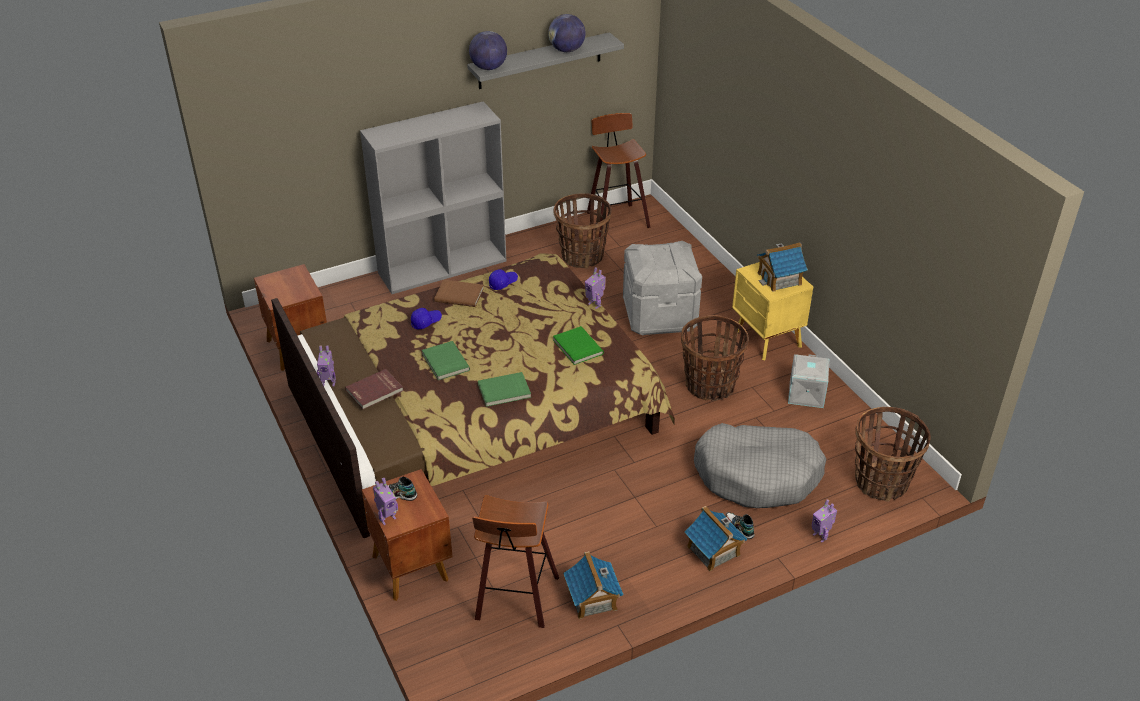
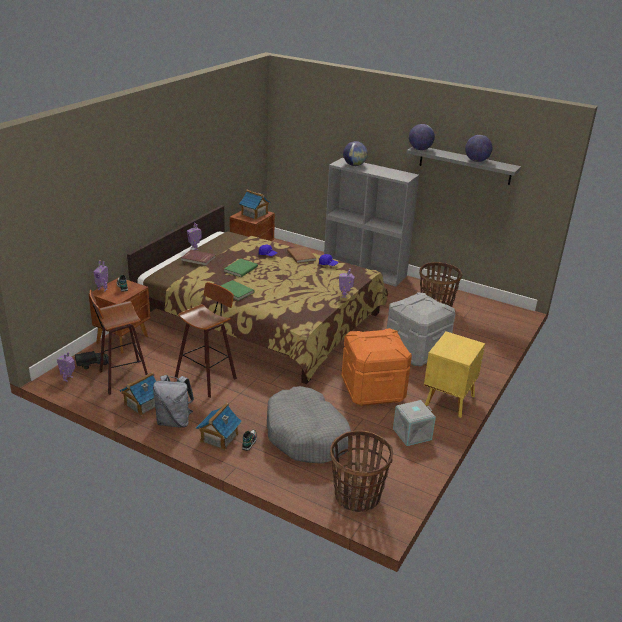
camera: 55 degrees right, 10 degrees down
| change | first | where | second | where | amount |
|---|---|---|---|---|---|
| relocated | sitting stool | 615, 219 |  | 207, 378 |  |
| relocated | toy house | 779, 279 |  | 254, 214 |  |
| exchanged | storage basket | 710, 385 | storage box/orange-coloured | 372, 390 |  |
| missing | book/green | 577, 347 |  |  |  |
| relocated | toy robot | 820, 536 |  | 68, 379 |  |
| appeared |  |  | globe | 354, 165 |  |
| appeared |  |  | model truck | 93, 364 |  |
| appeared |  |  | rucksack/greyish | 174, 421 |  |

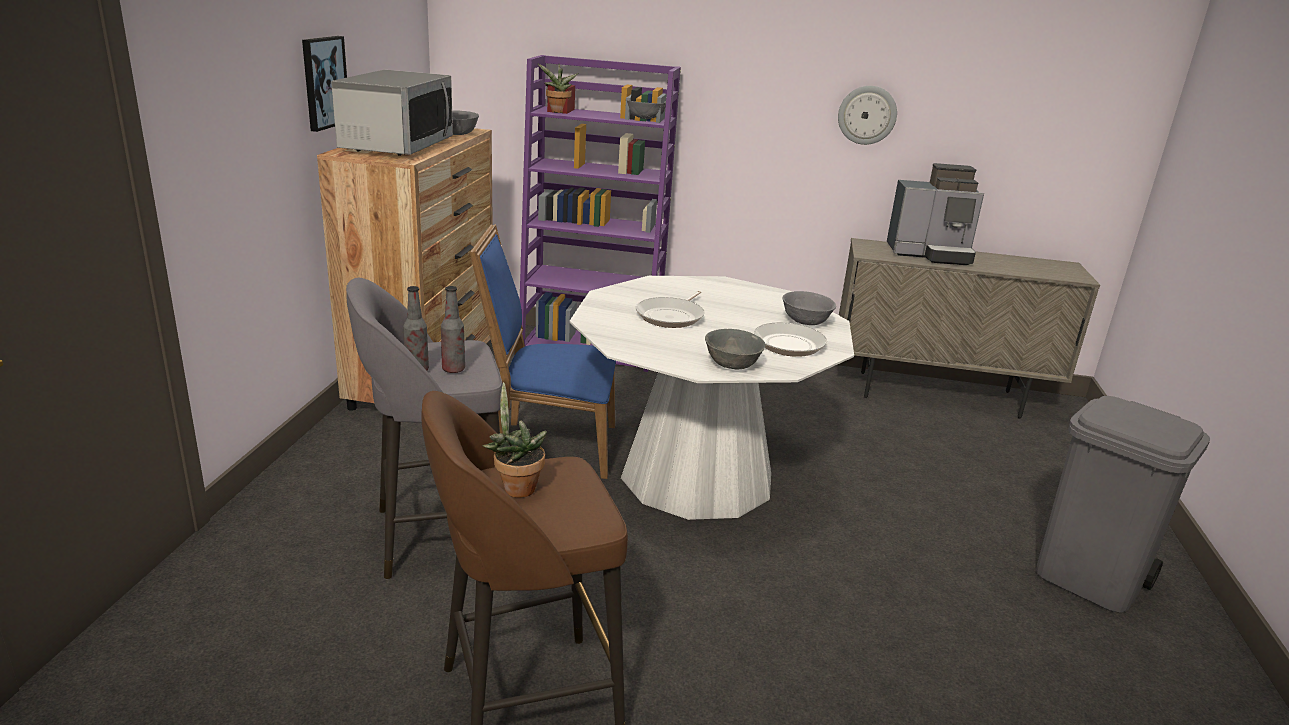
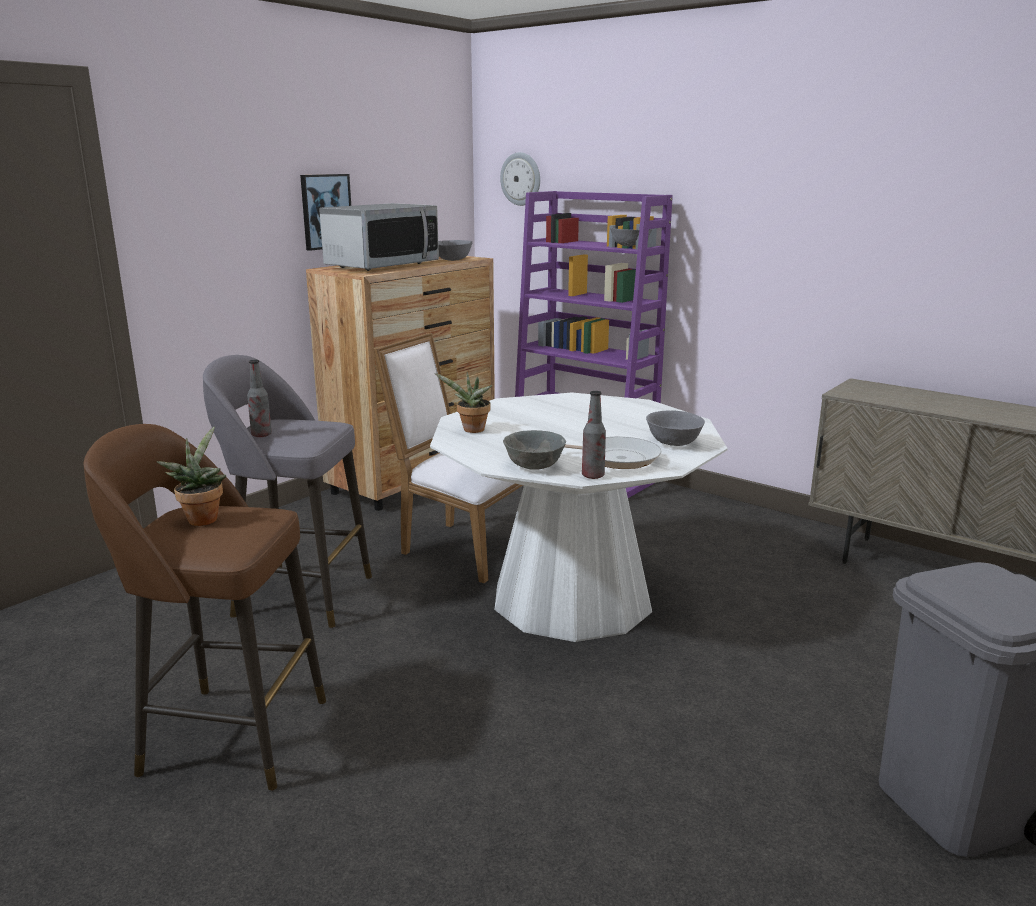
camera: 30 degrees right, 5 degrees down
| change | first | where | second | where | amount |
|---|---|---|---|---|---|
| relocated | houseplant | 557, 112 |  | 471, 430 |  |
| relocated | clock on the wall | 867, 115 |  | 521, 179 |  |
| missing | coffee maker | 930, 254 |  |  |  |
| colour | chair/blue | 549, 445 | chair/whitish | 461, 547 |  |
| relocated | beverage bottle | 453, 369 |  | 593, 476 |  |
| missing | pan | 672, 316 |  |  |  |

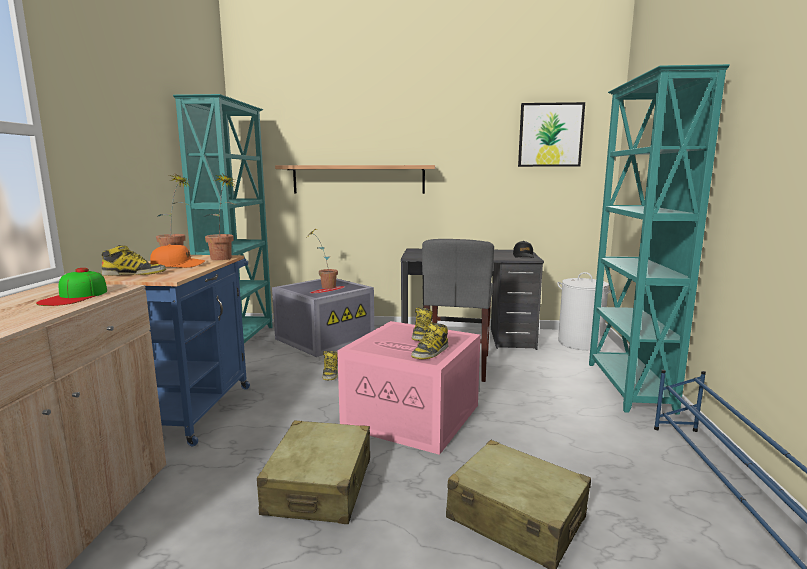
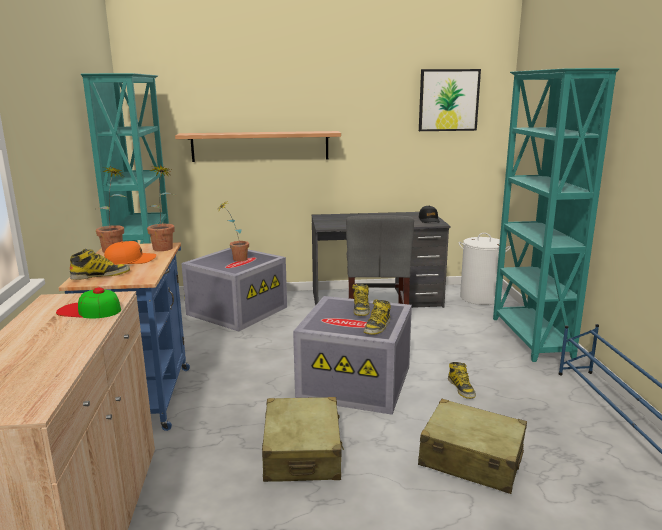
camera: 10 degrees left, 5 degrees up
| change | first | where | second | where | amount |
|---|---|---|---|---|---|
| spun | baseball cap | 75, 296 |  | 89, 310 | 105 degrees clockwise |
| colour | storage box/pinkish | 414, 415 | storage box/greyish | 357, 382 |  |
| relocated | boot | 330, 373 |  | 461, 388 |  |

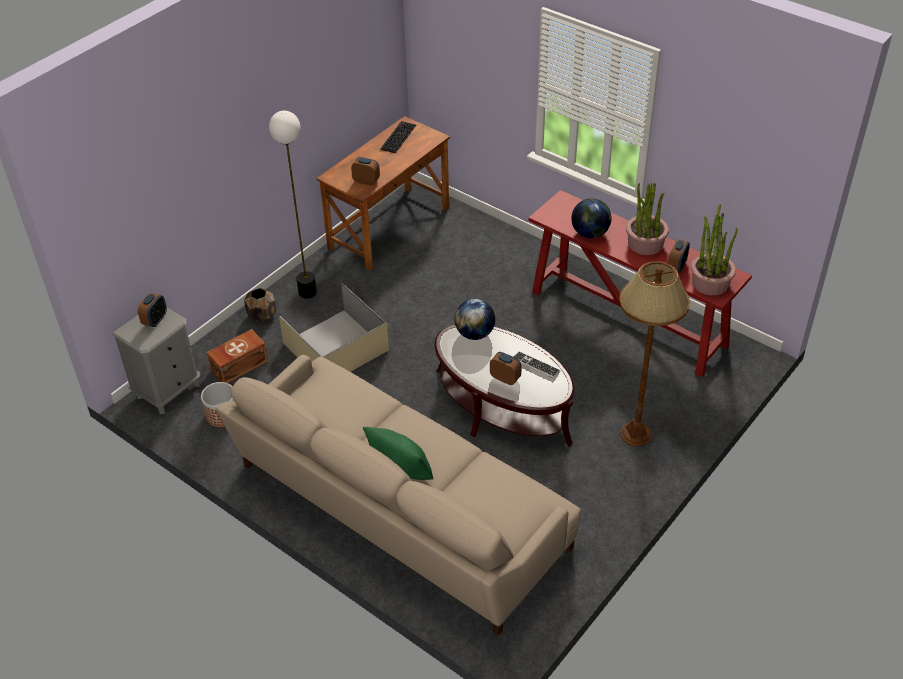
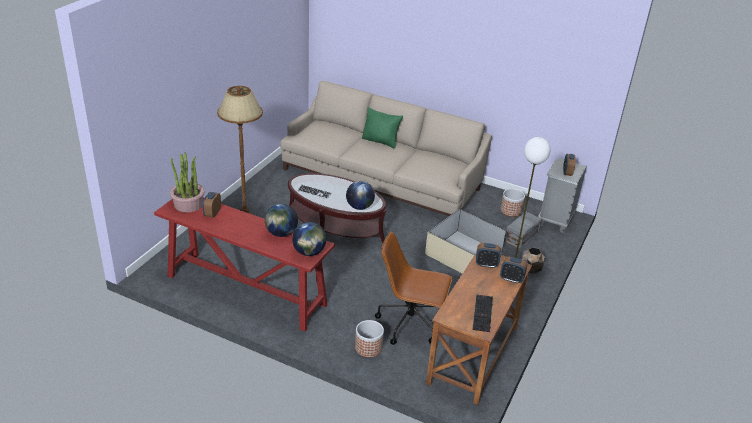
camera: 165 degrees right, 10 degrees down
| change | first | where | second | where | amount |
|---|---|---|---|---|---|
| missing | houseplant | 645, 244 |  |  |  |
| colour | storage box/brownish | 238, 365 | storage box/greyish | 522, 237 |  |
| relocated | bedside clock | 505, 378 |  | 511, 279 |  |
| appeared |  |  | globe | 309, 252 |  |
| appeared |  |  | computer chair/brownish | 410, 324 |  |
| appeared |  |  | planter | 368, 348 |  |

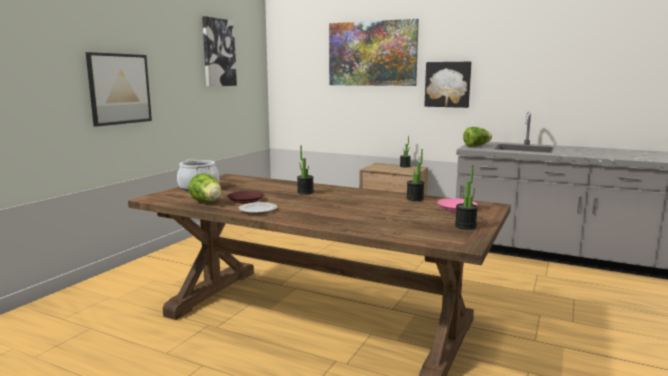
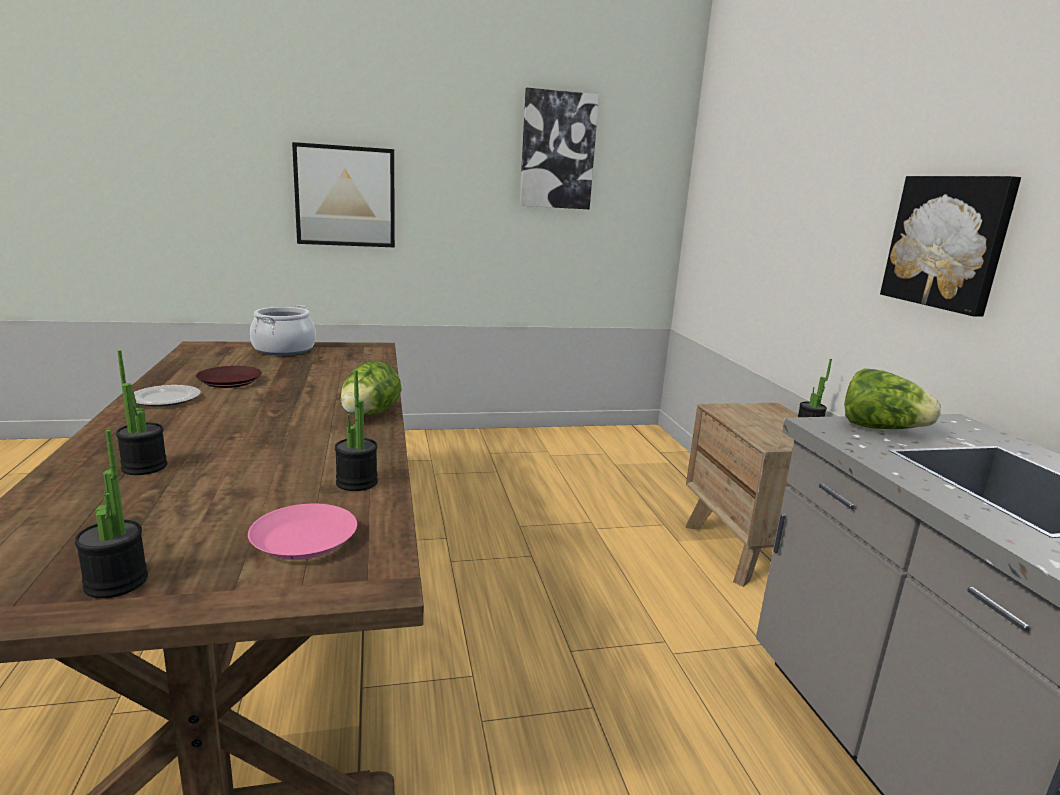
camera: 50 degrees right, 5 degrees up
| change | first | where | second | where | amount |
|---|---|---|---|---|---|
| missing | wall art | 372, 53 |  |  |  |
| relocated | houseplant | 305, 192 |  | 144, 467 |  |
| relocated | lettuce head | 207, 202 |  | 369, 415 |  |

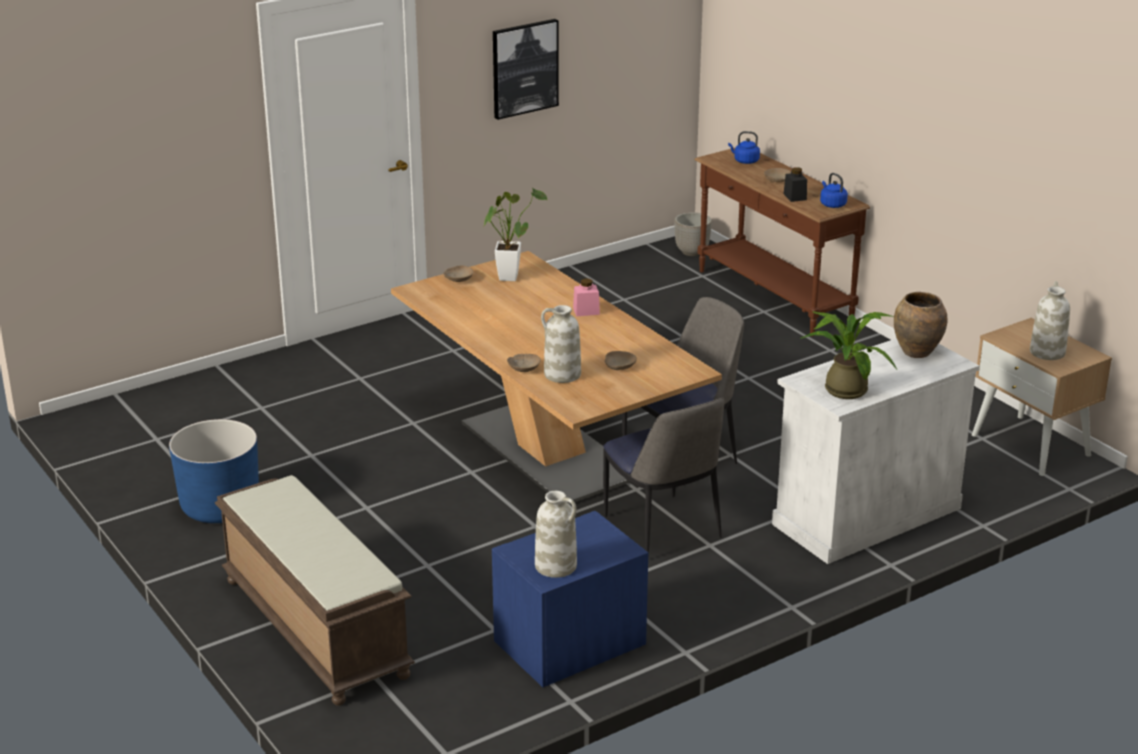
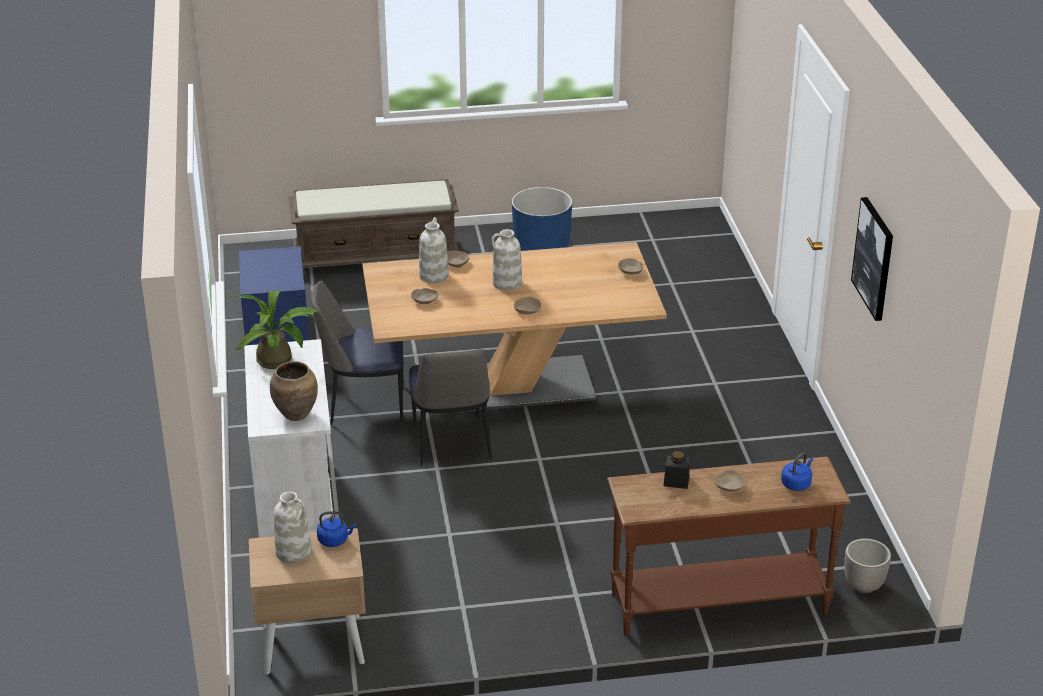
camera: 115 degrees right, 5 degrees up
| change | first | where | second | where | amount |
|---|---|---|---|---|---|
| relocated | tea kettle/blue | 832, 204 |  | 335, 540 |  |
| missing | houseplant | 509, 275 |  |  |  |
| exchanged | storage jar/pinkish | 586, 311 | bowl/beige-coloured | 527, 310 |  |
| relocated | vase/whitish | 556, 566 |  | 507, 283 |  |

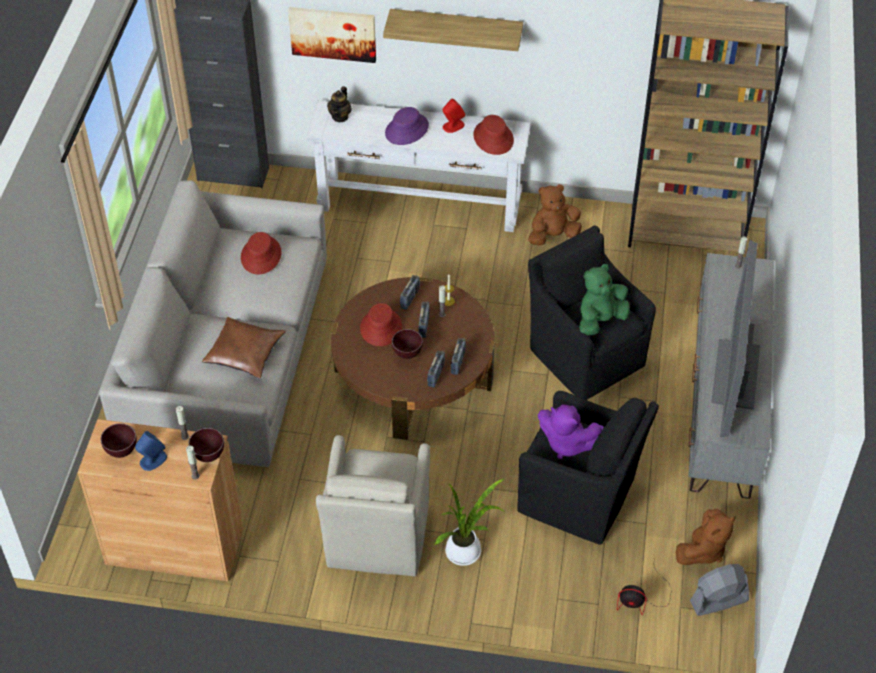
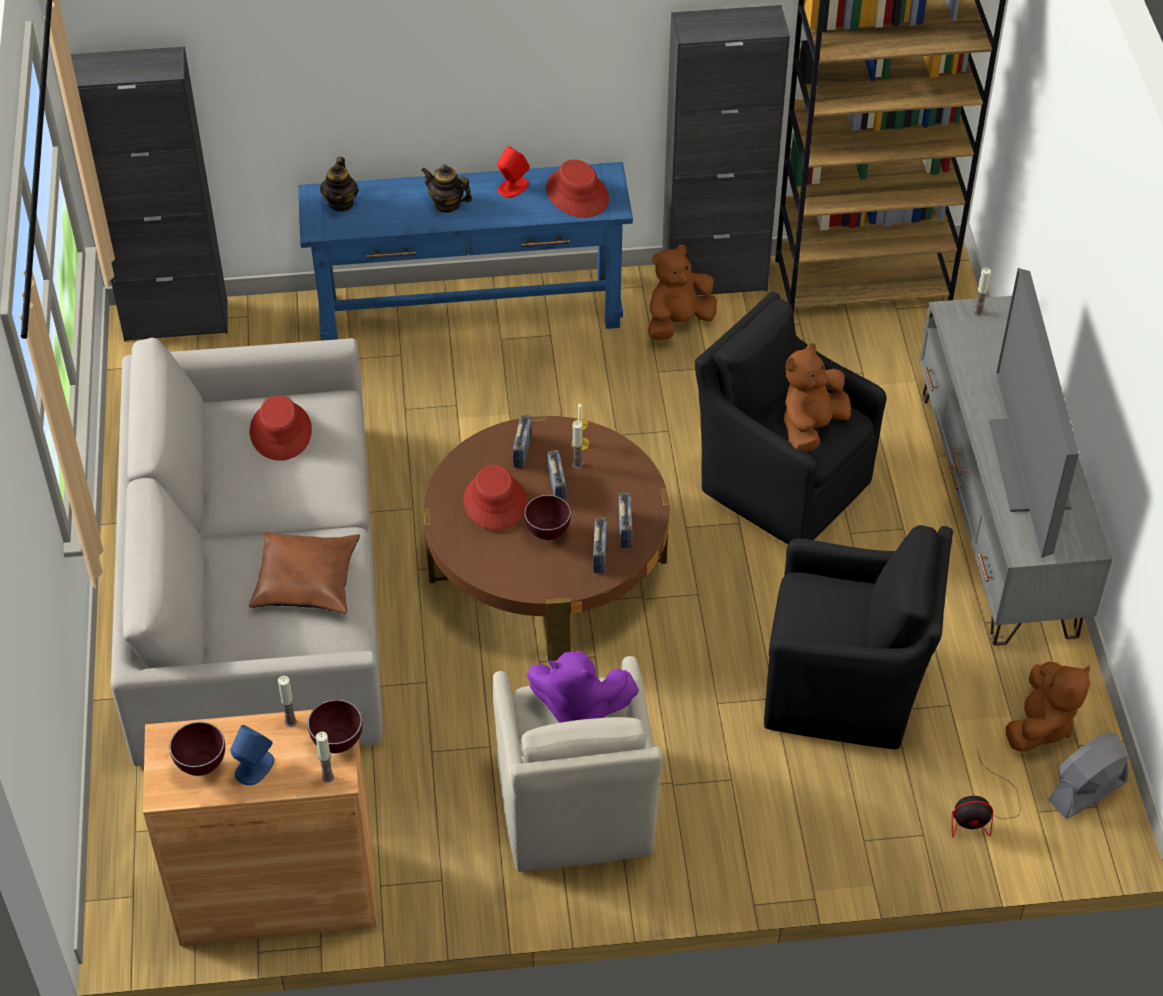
camera: 15 degrees left, 0 degrees up
| change | first | where | second | where | amount |
|---|---|---|---|---|---|
| missing | wall art | 333, 33 |  |  |  |
| missing | wall shelf | 456, 28 |  |  |  |
| colour | console table/whitish | 420, 203 | console table/blue | 470, 312 |  |
| exchanged | clothing hat/purple | 407, 130 | pot for tea | 447, 204 |  |
| colour | plush toy/green | 600, 320 | plush toy/brownish | 811, 427 |  |
| relocated | plush toy/purple | 567, 443 |  | 578, 708 |  |
| missing | houseplant | 466, 551 |  |  |  |
| appeared |  |  | cupboard/black-coloured | 714, 279 |  |

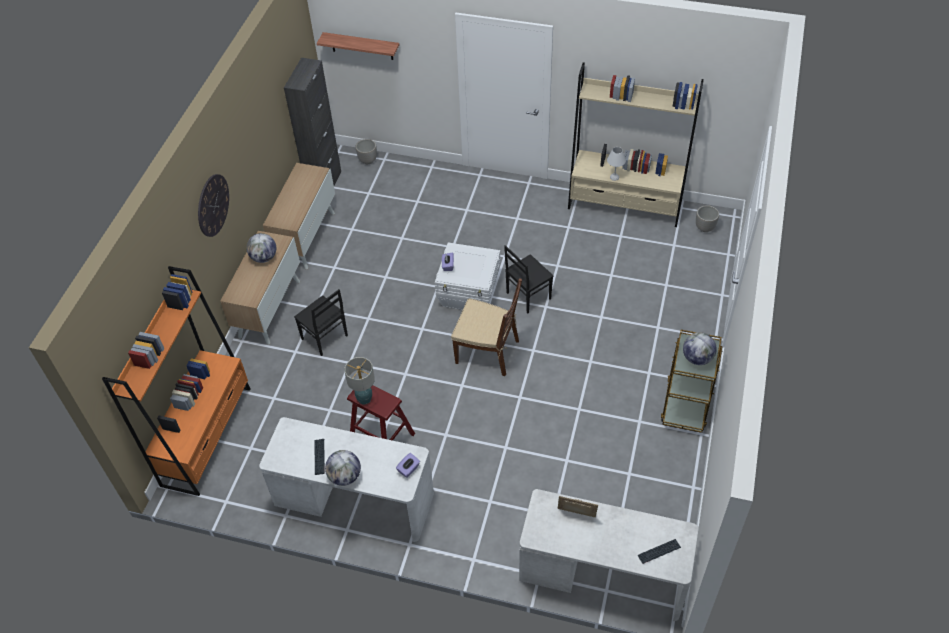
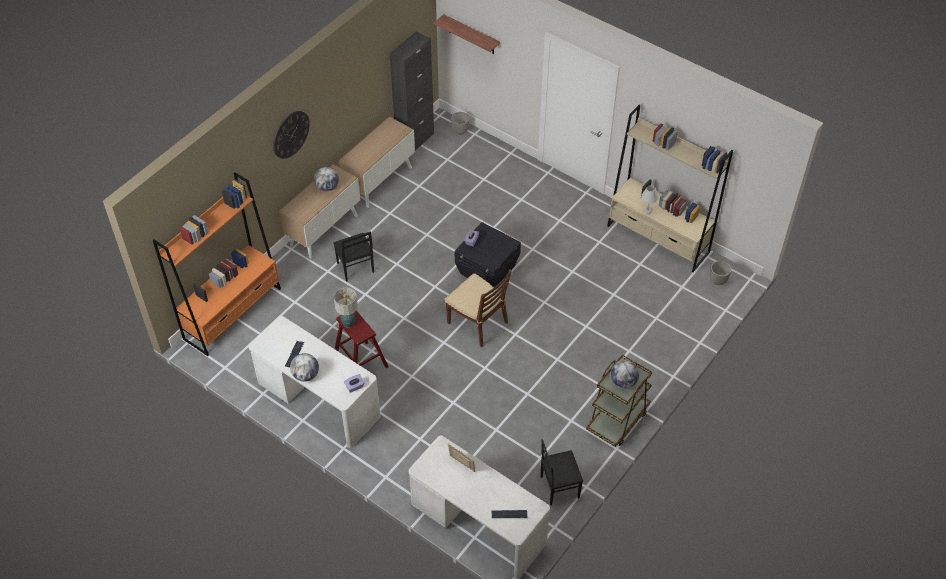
camera: 20 degrees right, 0 degrees up
| change | first | where | second | where | amount |
|---|---|---|---|---|---|
| colour | storage box/whitish | 469, 293 | storage box/black-coloured | 487, 270 |  |
| relocated | chair/black-coloured | 527, 296 |  | 558, 487 |  |

